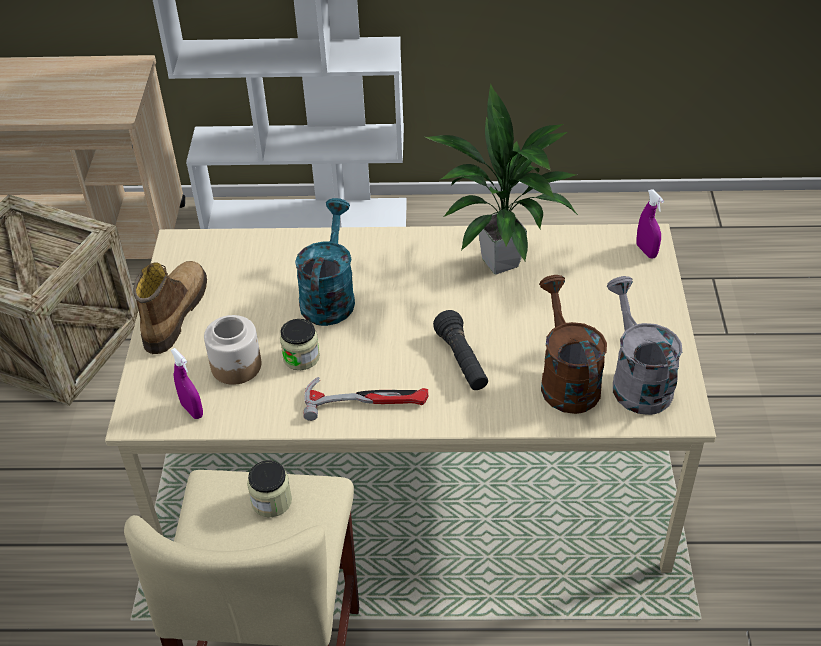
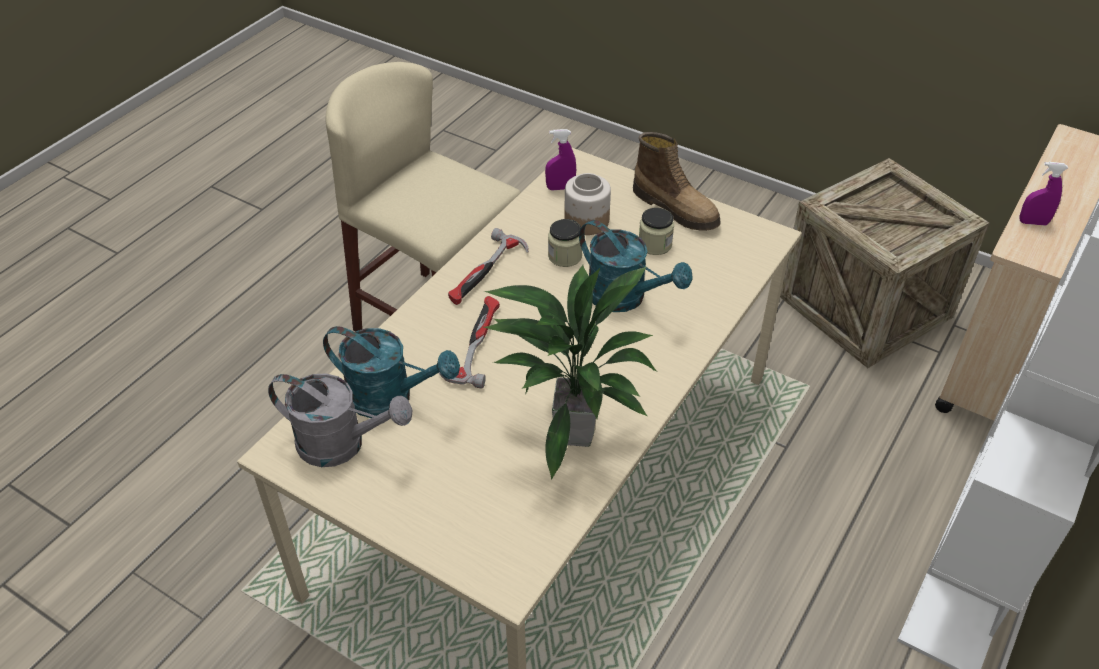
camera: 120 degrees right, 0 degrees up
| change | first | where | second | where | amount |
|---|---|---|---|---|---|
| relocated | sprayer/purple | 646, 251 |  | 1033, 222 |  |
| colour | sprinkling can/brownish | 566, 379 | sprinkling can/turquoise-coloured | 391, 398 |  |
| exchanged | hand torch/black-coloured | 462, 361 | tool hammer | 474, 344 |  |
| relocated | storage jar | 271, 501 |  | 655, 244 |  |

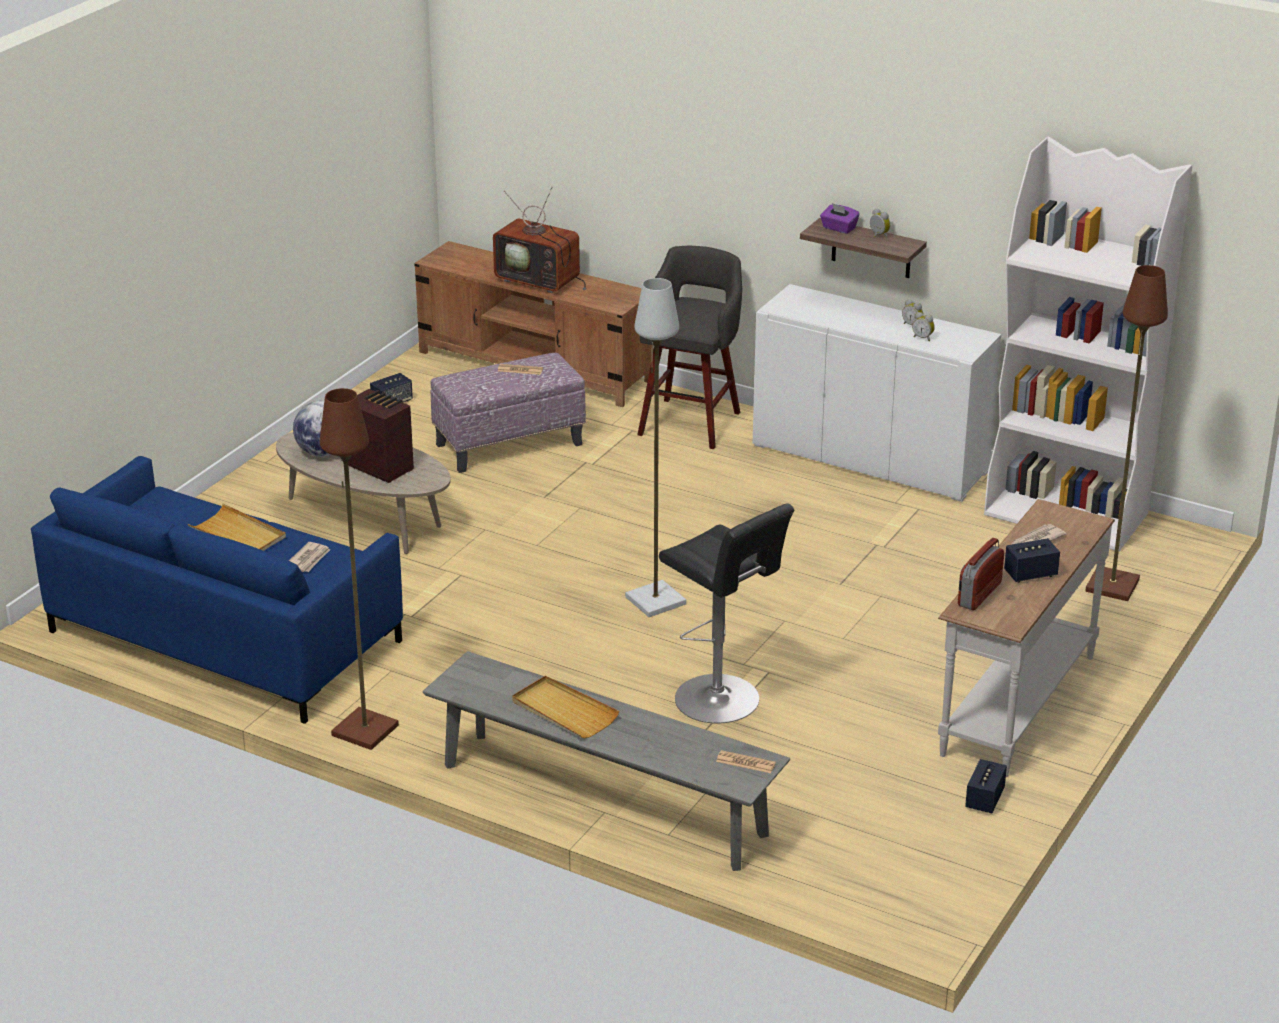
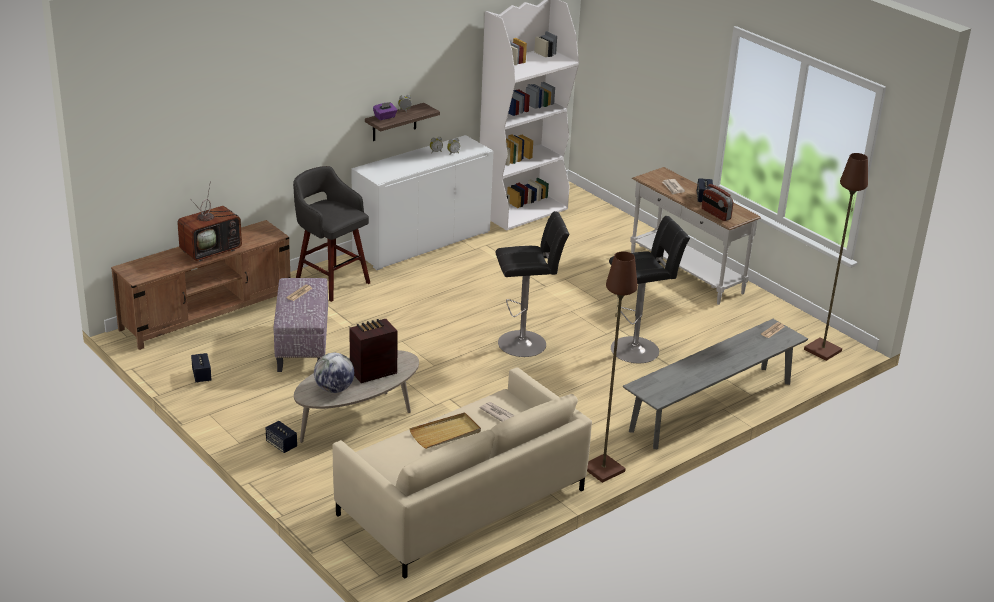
camera: 70 degrees left, 0 degrees up
| change | first | where | second | where | amount |
|---|---|---|---|---|---|
| relocated | standing lamp/brownish | 1113, 586 |  | 823, 350 |  |
| exchanged | standing lamp/greyish | 655, 601 | sitting stool/black-coloured | 525, 343 |  |
| colour | couch/blue | 225, 635 | couch/beige-coloured | 461, 502 |  |
| missing | carrying tray/beige-coloured | 564, 711 |  |  |  |
| relocated | loudspeaker | 984, 799 |  | 281, 445 |  |

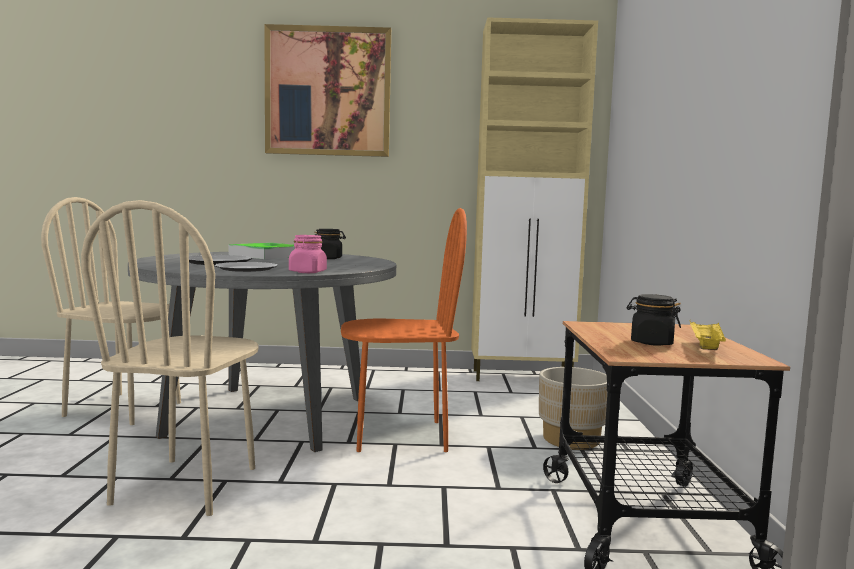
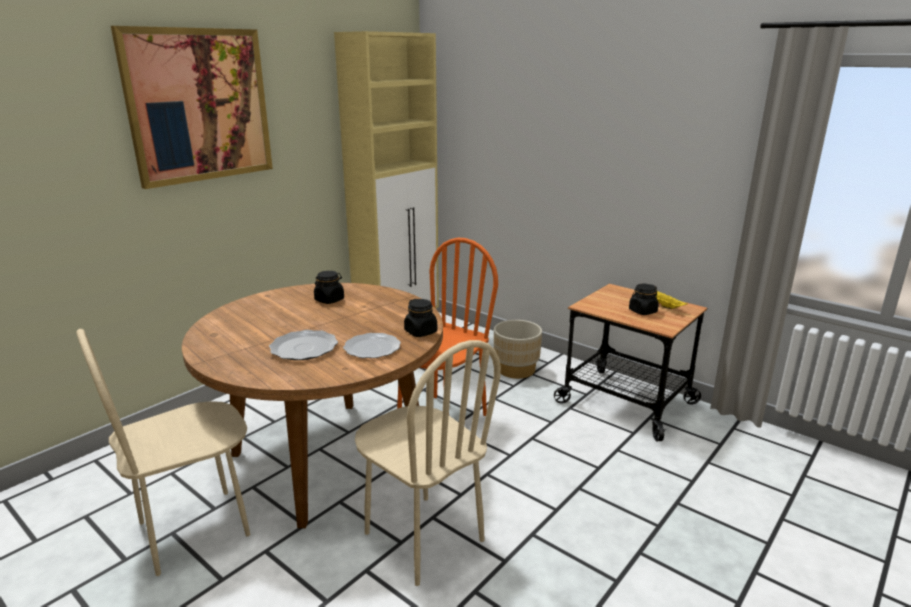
camera: 50 degrees left, 15 degrees up
| change | first | where | second | where | amount |
|---|---|---|---|---|---|
| colour | storage jar/pinkish | 307, 272 | storage jar/black-coloured | 421, 332 |  |
| missing | carrying tray | 268, 255 |  |  |  |
| colour | dinner table/greyish | 269, 416 | dinner table/brownish | 329, 457 |  |

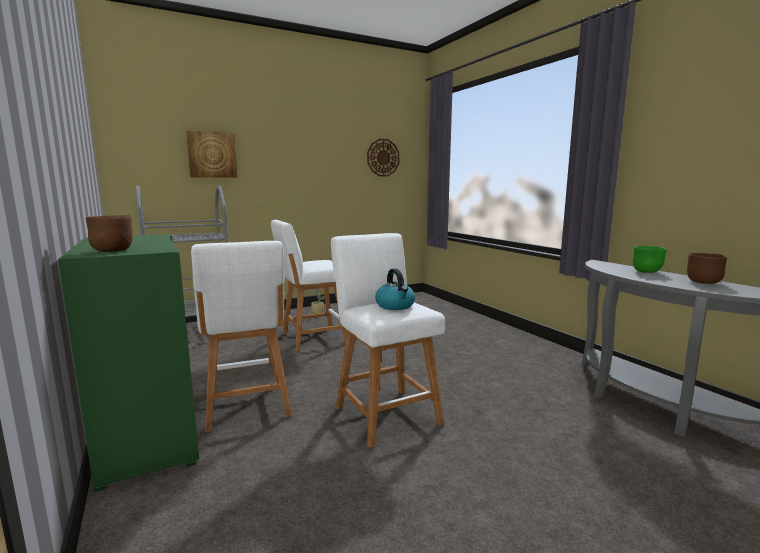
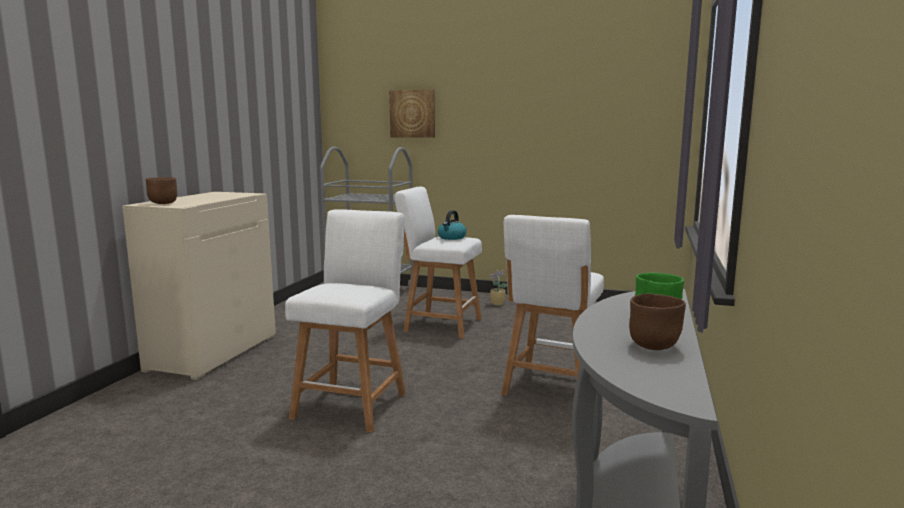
camera: 45 degrees right, 0 degrees up
| change | first | where | second | where | amount |
|---|---|---|---|---|---|
| missing | clock on the wall | 383, 157 |  |  |  |
| colour | cupboard/green | 147, 433 | cupboard/beige-coloured | 213, 352 |  |
| relocated | sitting stool/whitish | 247, 407 |  | 551, 388 |  |
| relocated | tea kettle | 395, 306 |  | 451, 237 |  |

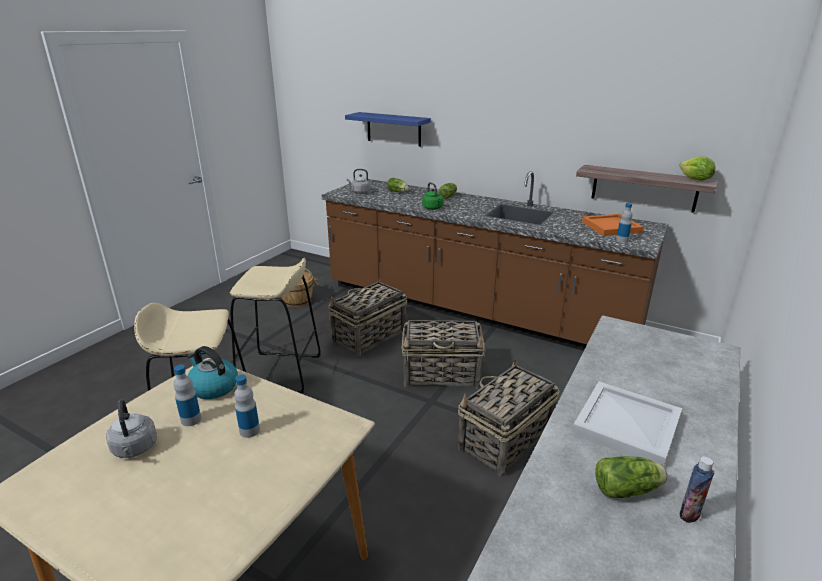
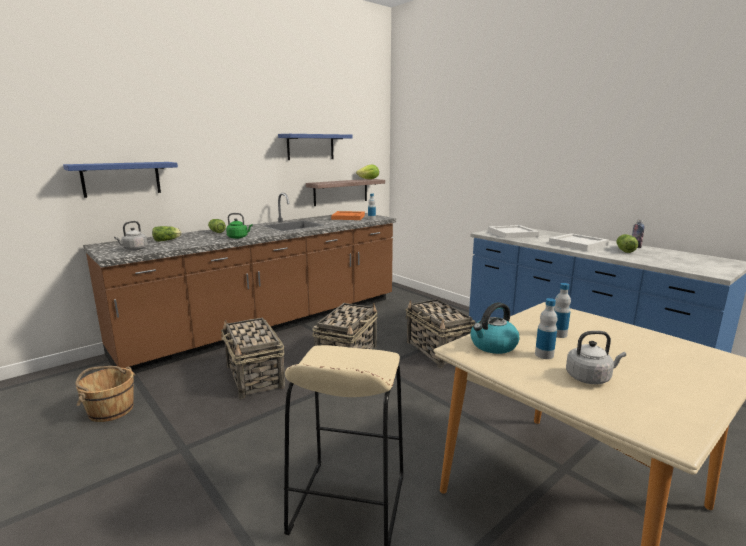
camera: 70 degrees left, 10 degrees down
| change | first | where | second | where | amount |
|---|---|---|---|---|---|
| missing | sitting stool/beige-coloured | 280, 373 |  |  |  |
| appeared |  |  | wall shelf/blue | 310, 147 |  |
| appeared |  |  | carrying tray/whitish | 513, 234 |  |

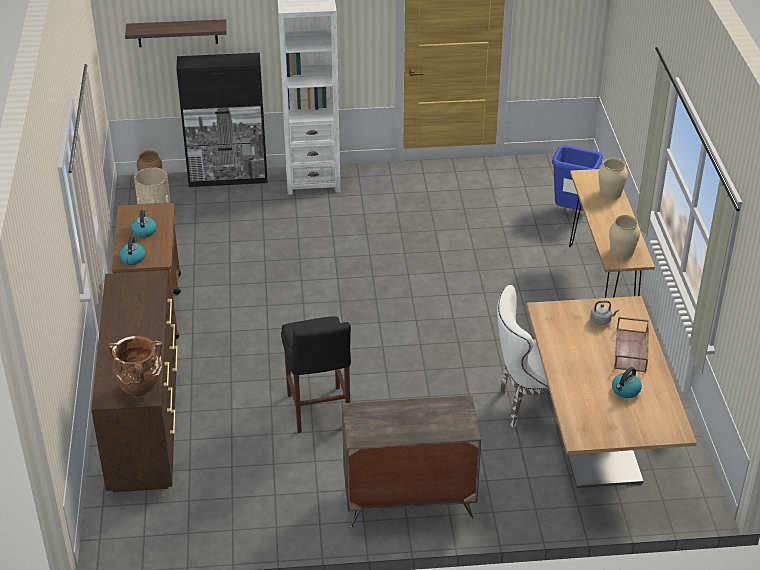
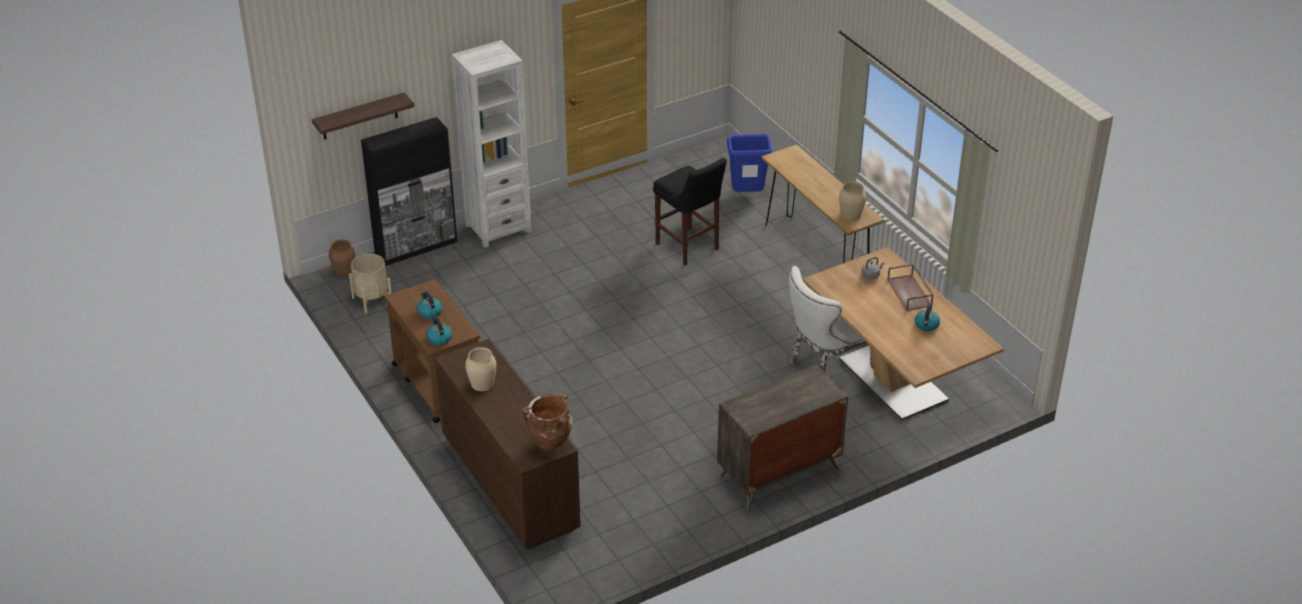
camera: 25 degrees left, 0 degrees up
| change | first | where | second | where | amount |
|---|---|---|---|---|---|
| relocated | vase/beige-coloured | 610, 193 |  | 482, 383 |  |
| relocated | sitting stool/black-coloured | 319, 412 |  | 688, 248 |  |

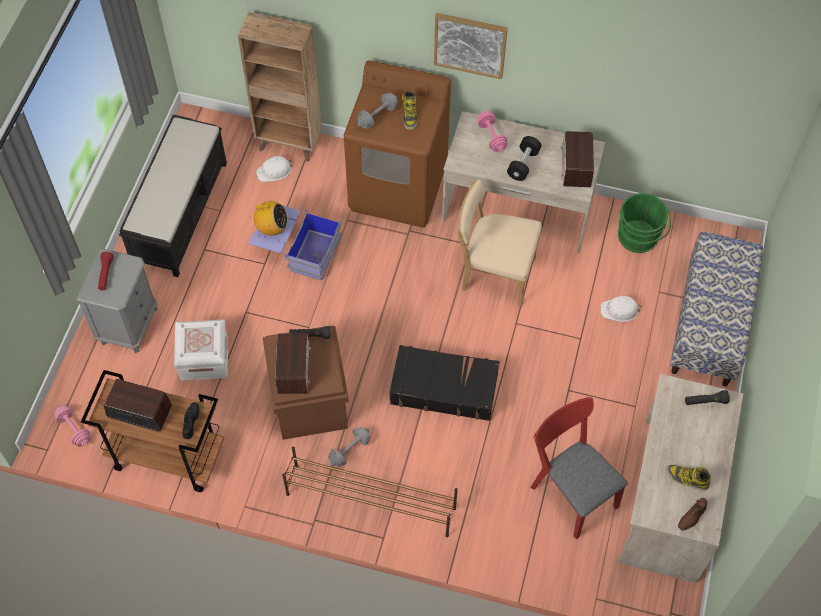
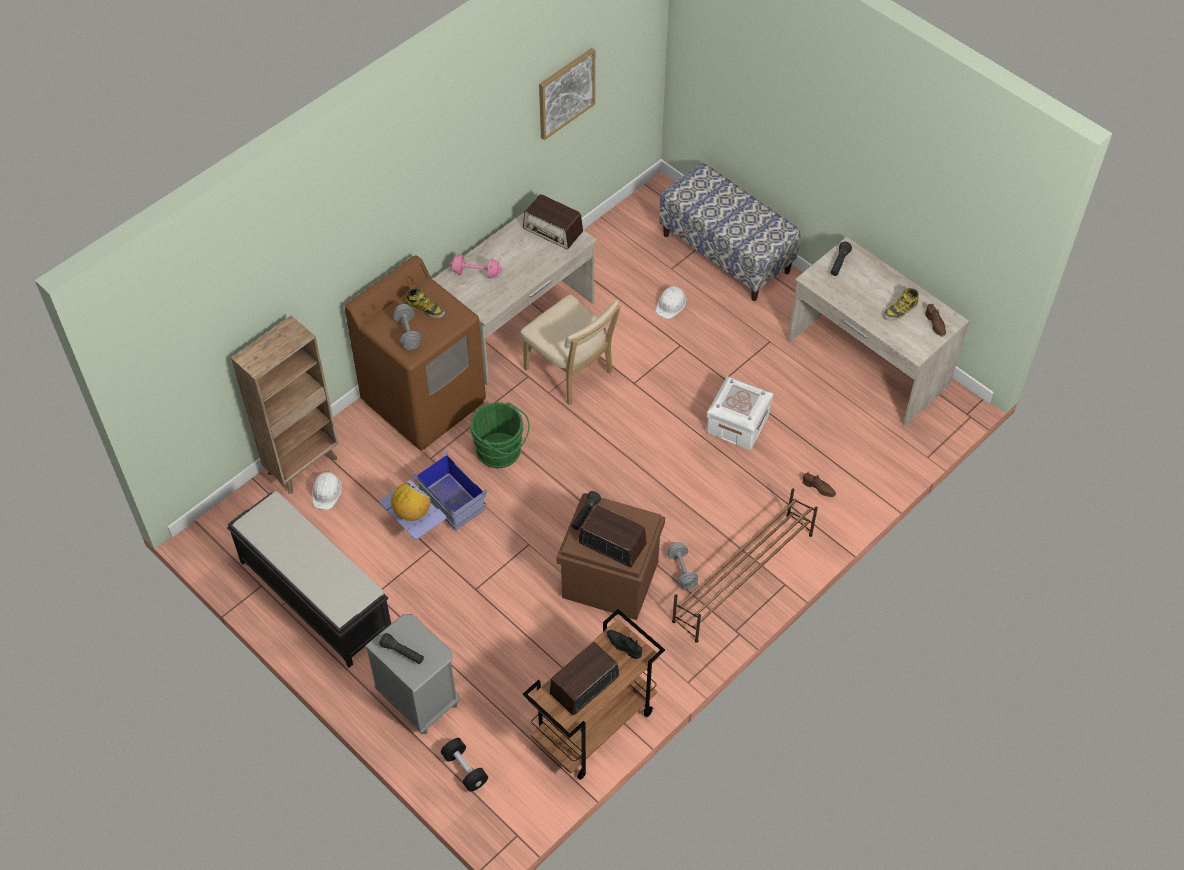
camera: 60 degrees left, 5 degrees down
| change | first | where | second | where | amount |
|---|---|---|---|---|---|
| relocated | wall art | 470, 44 |  | 566, 93 |  |
| relocated | hand weight/black-coloured | 523, 164 |  | 465, 769 |  |
| spun | chair/beige-coloured | 494, 273 |  | 571, 373 | 90 degrees counterclockwise |
| relocated | pail/green | 638, 239 |  | 501, 452 |  |
| colour | hand torch/red-coloured | 106, 274 | hand torch/black-coloured | 402, 653 |  |
| relocated | storage box/whitish | 204, 358 |  | 737, 424 |  |
| missing | travel case/black-coloured | 443, 388 |  |  |  |
| missing | chair/red-coloured | 570, 491 |  |  |  |
| missing | hand weight/pinkish | 74, 430 |  |  |  |
| appeared |  |  | item of footwear/brownish | 819, 488 |  |

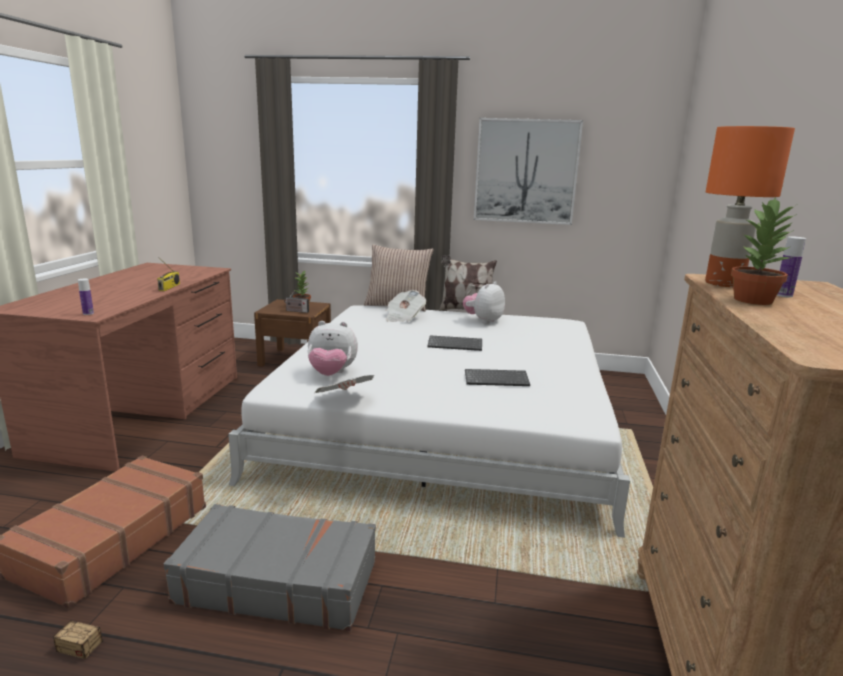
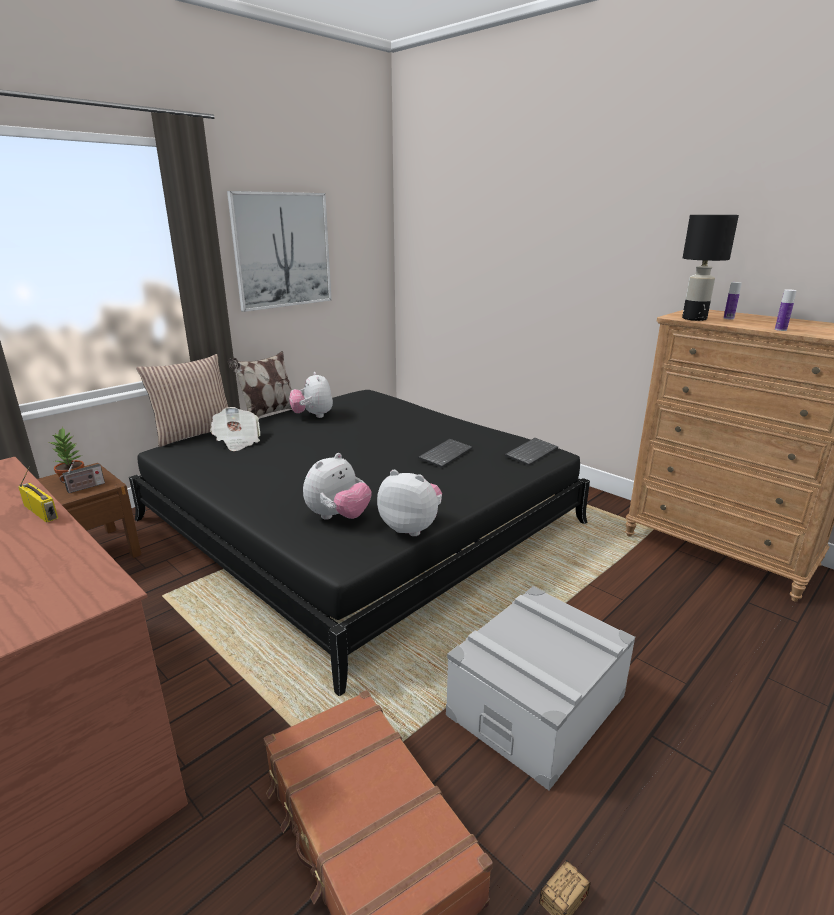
camera: 55 degrees left, 5 degrees up
| change | first | where | second | where | amount |
|---|---|---|---|---|---|
| colour | lamp for a table/orange-coloured | 722, 283 | lamp for a table/black-coloured | 694, 319 |  |
| missing | houseplant | 754, 300 |  |  |  |
| relocated | beverage bottle | 88, 313 |  | 780, 329 |  |
| colour | sleeping bed/whitish | 444, 419 | sleeping bed/black-coloured | 359, 521 |  |
| relocated | PC keyboard | 456, 344 |  | 531, 452 |  |
| exchanged | daily paper | 344, 399 | plush toy | 411, 527 |  |
| exchanged | travel case/greyish | 277, 581 | storage box/greyish | 536, 705 |  |

